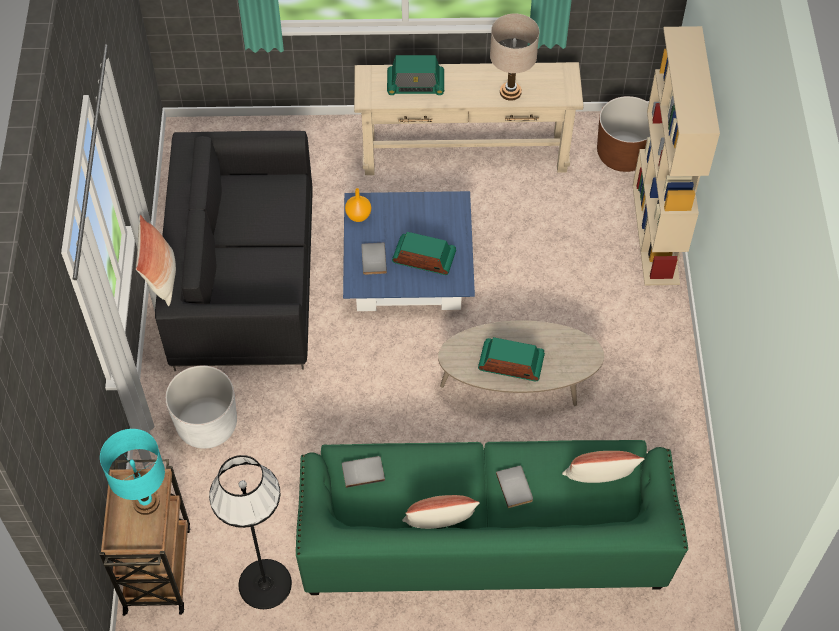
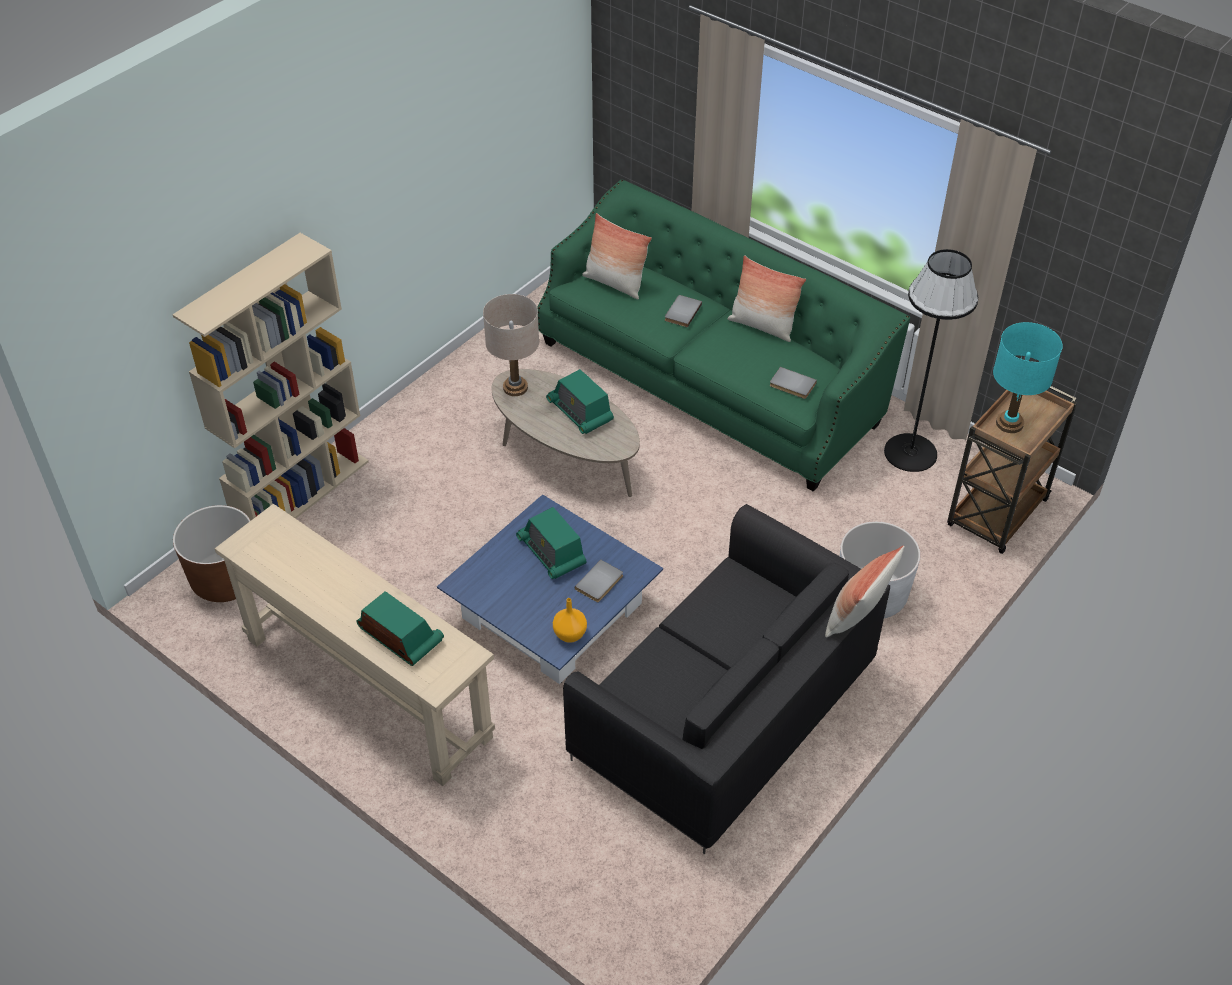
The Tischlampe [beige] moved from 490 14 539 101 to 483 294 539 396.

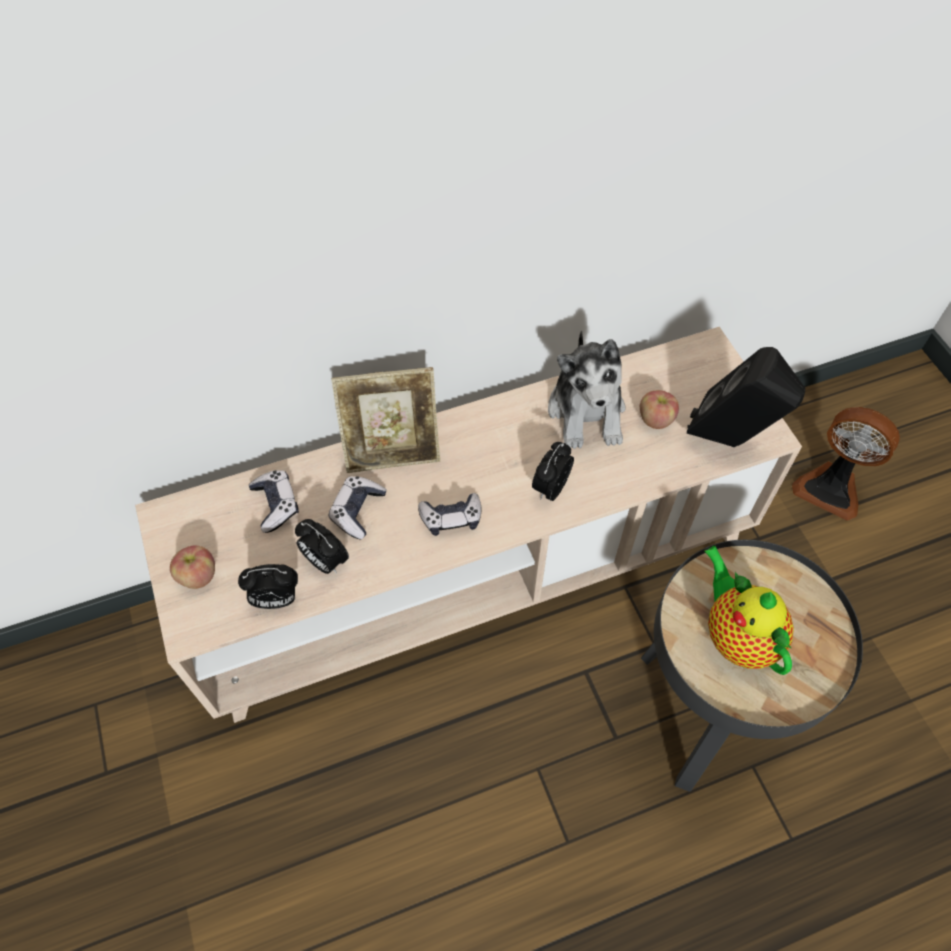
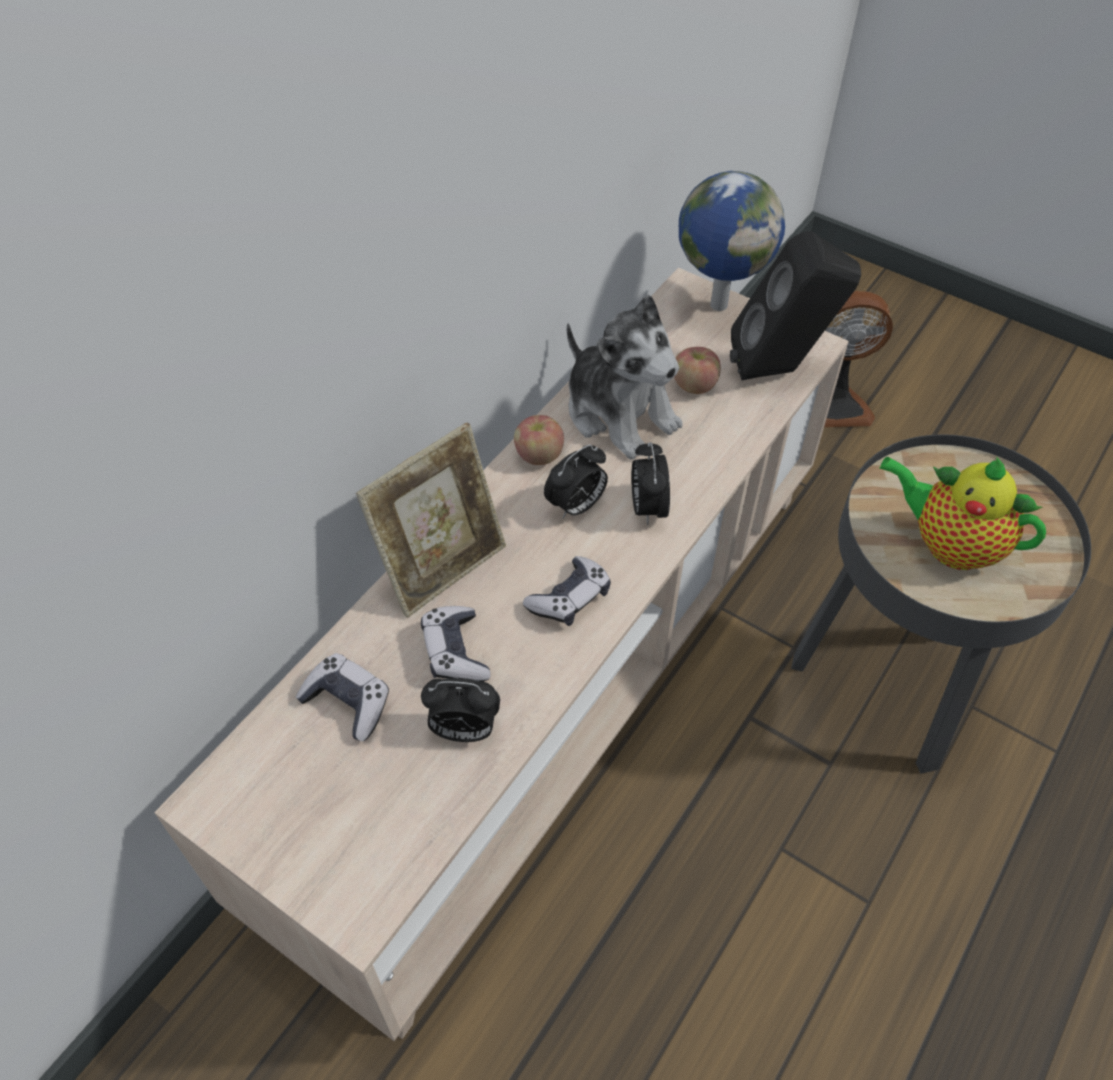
The Apfel moved from 170 546 215 589 to 514 415 564 465. The Wecker moved from 238 564 298 609 to 544 445 608 519. The Globus at 679 171 785 311 appeared.

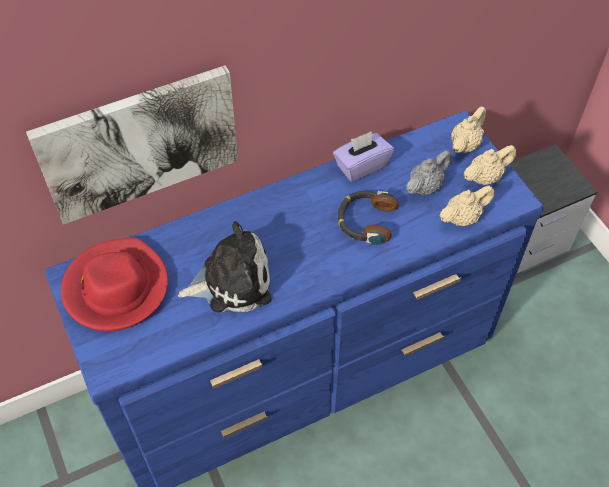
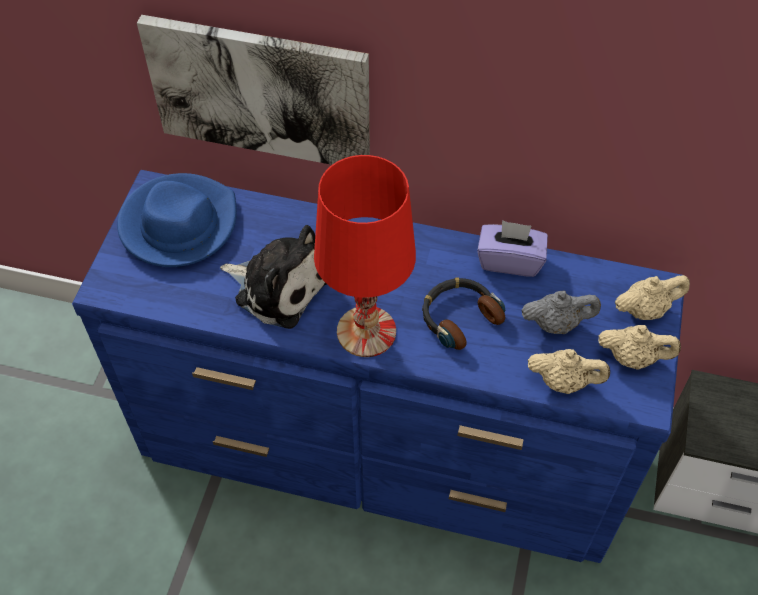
The Hut [rot] at 61 238 168 331 became the Hut [blau] at 117 173 237 267. The Tischlampe [rot] at 314 155 416 357 appeared.

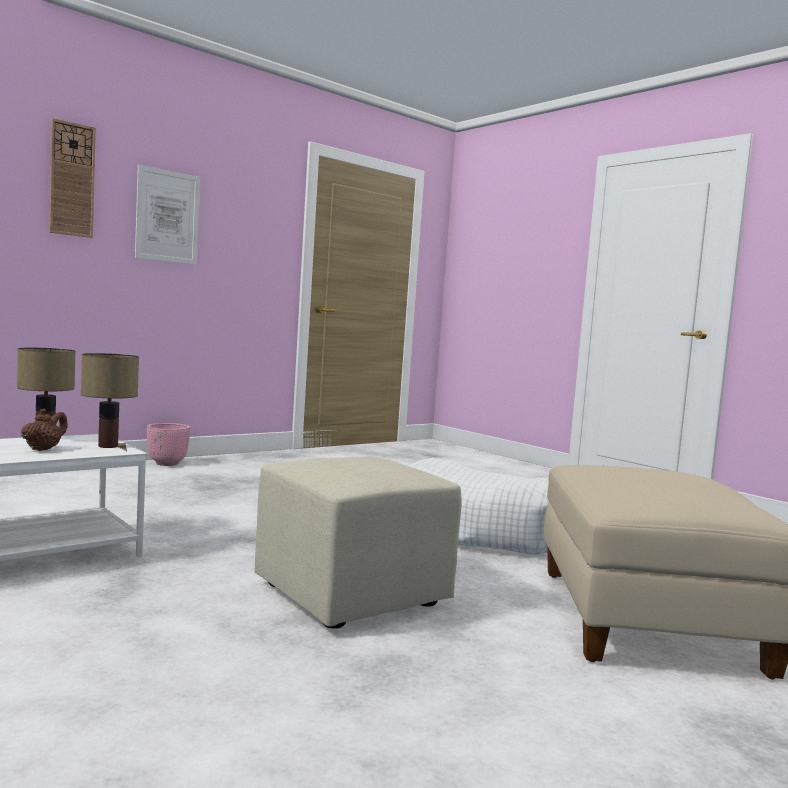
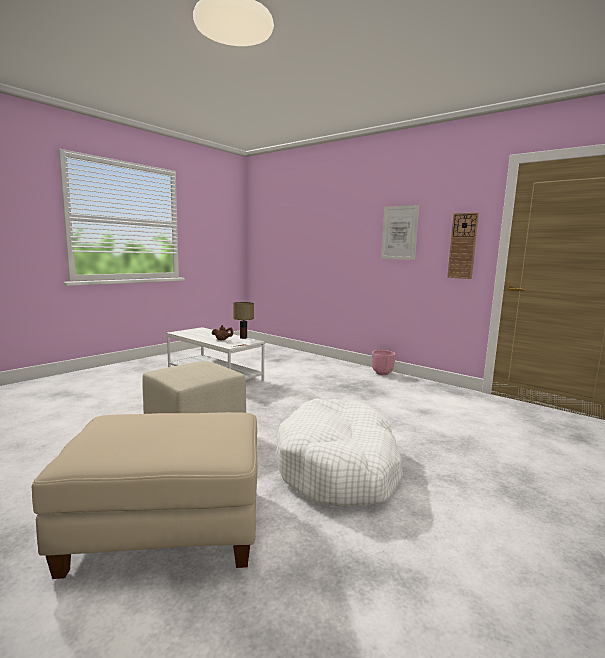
The Wanduhr moved from 49 118 96 238 to 447 213 479 279. The Tischlampe at 81 353 139 448 disappeared.

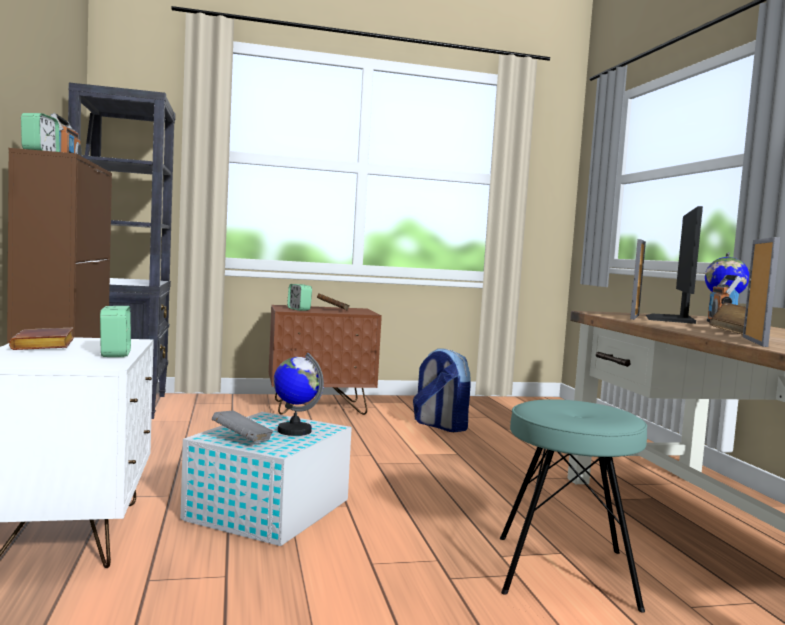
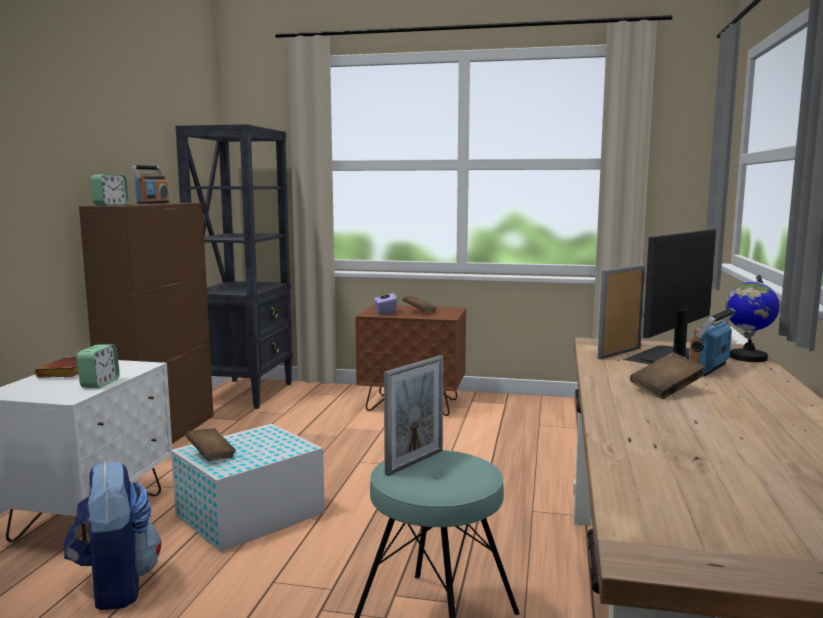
The Bilderrahmen moved from 743 237 780 347 to 384 355 443 476. The Wecker at 287 284 312 311 was replaced by the Taschentuchbox [lila] at 374 290 397 315. The Rucksack moved from 413 348 471 432 to 64 461 161 610. The Globus at 273 352 324 436 disappeared. The Buch [grau] at 212 411 274 442 became the Buch [braun] at 186 428 236 461.

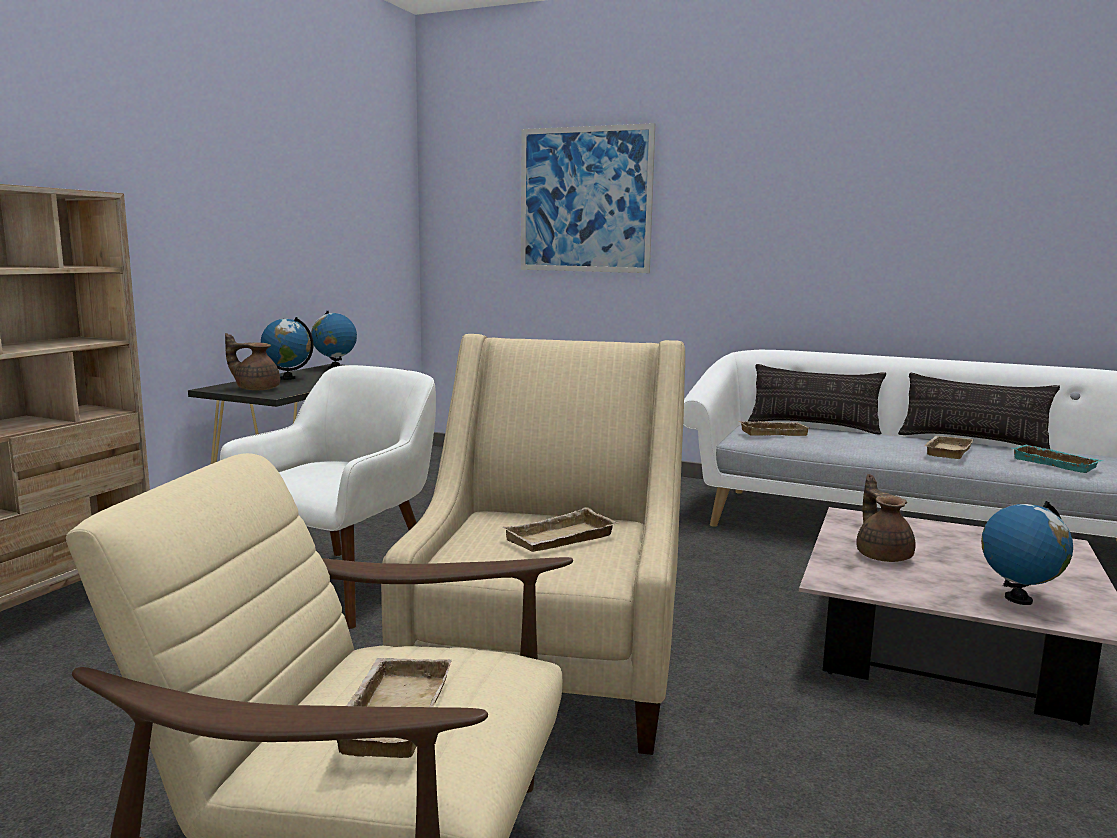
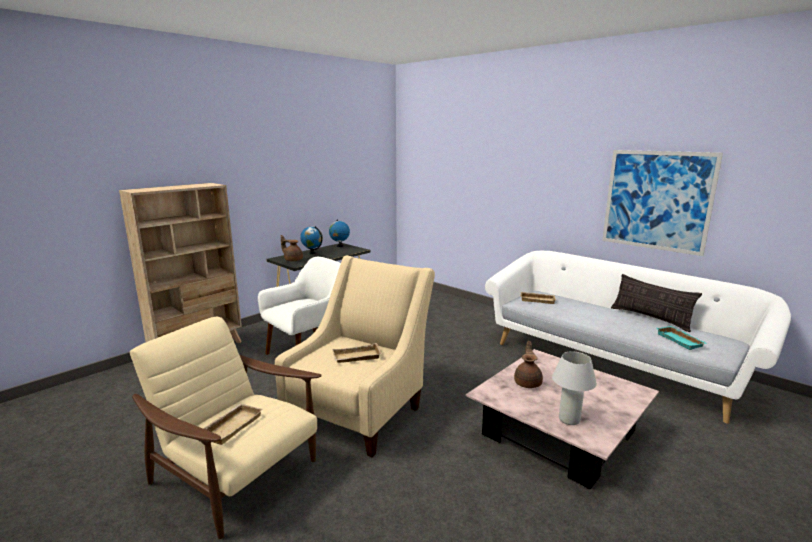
The Bild moved from 521 123 655 273 to 602 150 723 256. The Kissen at 748 364 886 435 disappeared. The Tablett [beige] at 925 436 974 459 disappeared. The Globus at 981 501 1073 605 was replaced by the Tischlampe [weiß] at 552 351 597 425.

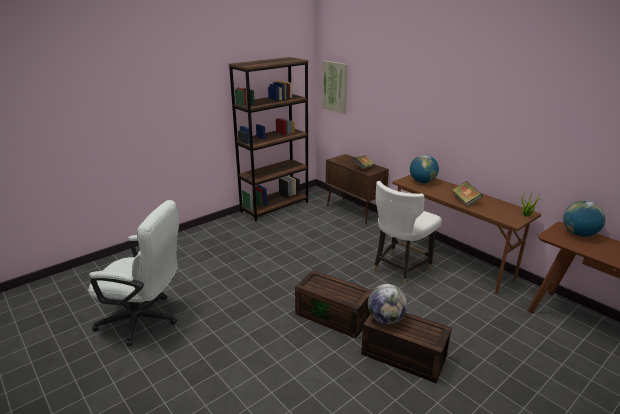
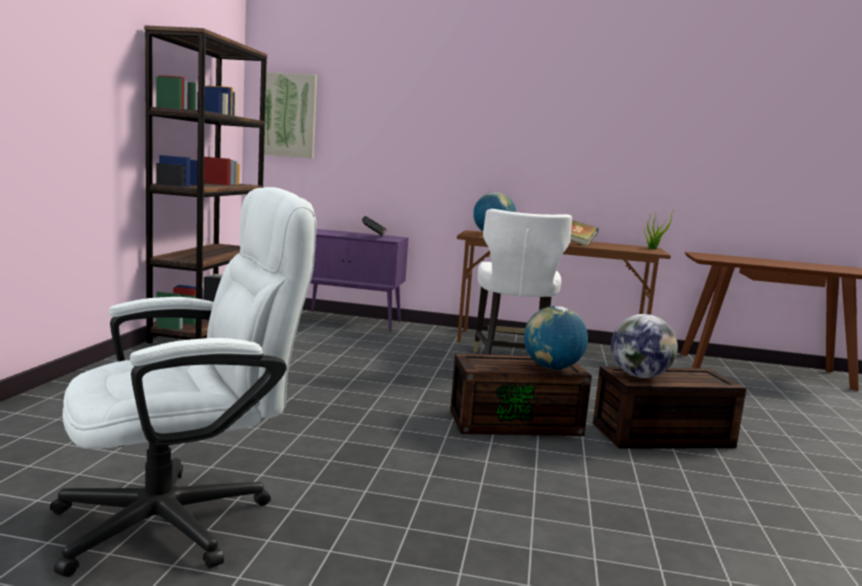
The Schrank [braun] at 326 154 389 225 became the Schrank [lila] at 310 229 408 331. The Globus moved from 563 201 605 237 to 524 306 588 369.

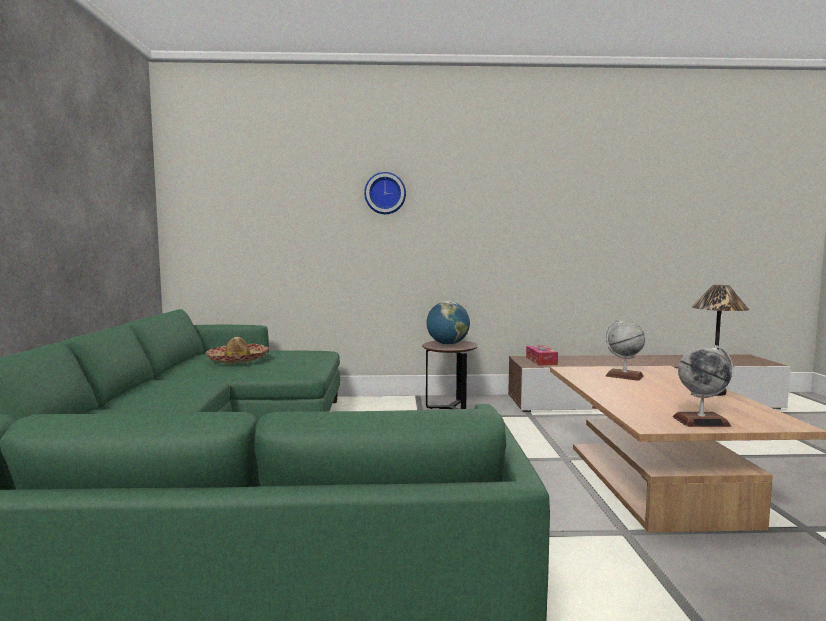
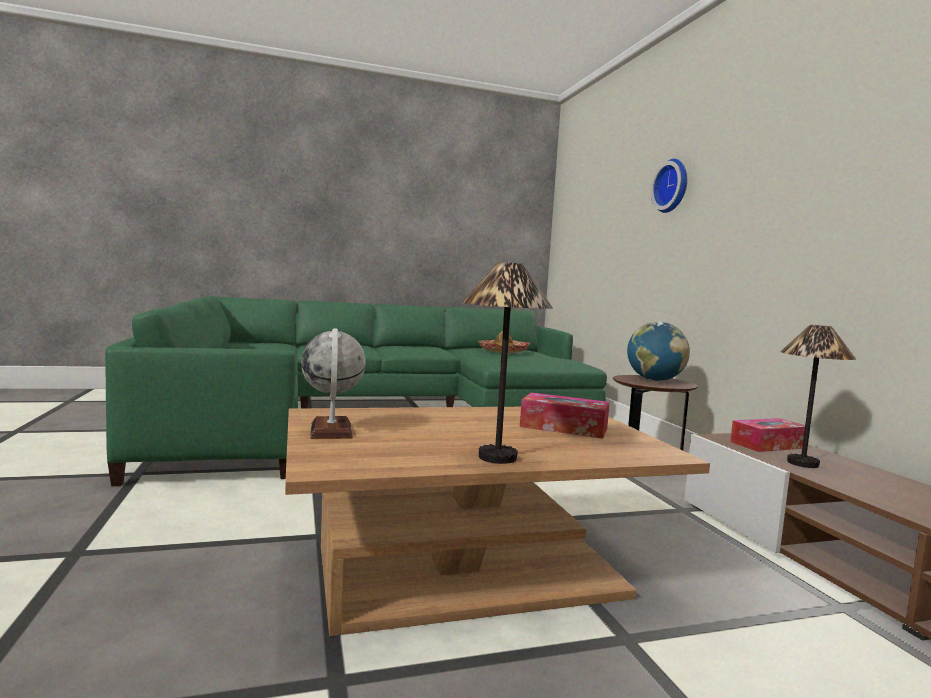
The Globus at 605 319 645 381 was replaced by the Taschentuchbox at 520 392 610 439. The Tischlampe at 780 325 856 468 appeared.

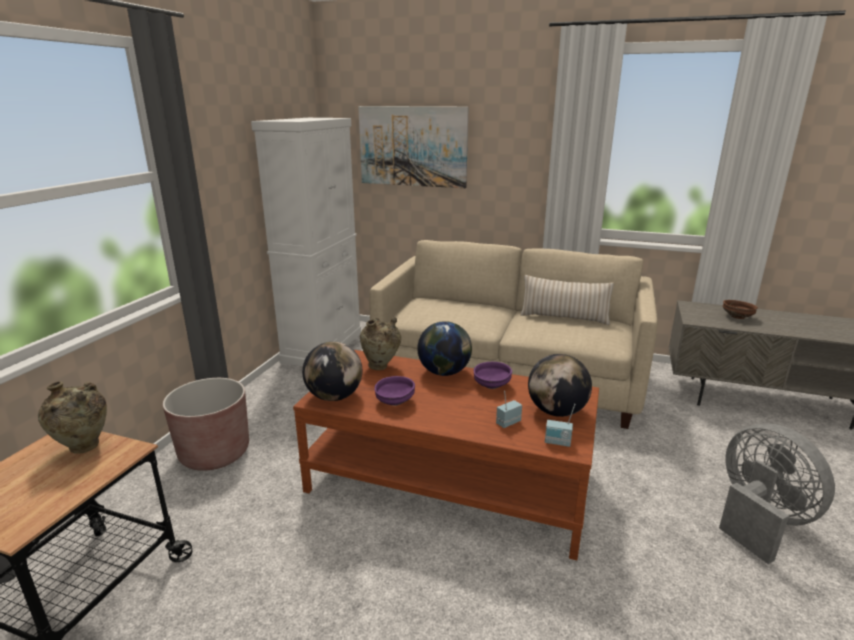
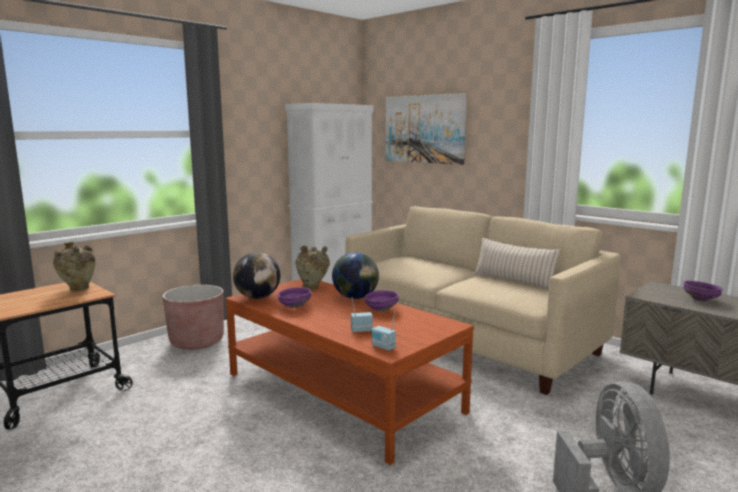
The Schüssel [braun] at 723 300 758 319 became the Schüssel [lila] at 683 281 723 302. The Globus at 528 354 592 417 disappeared.

